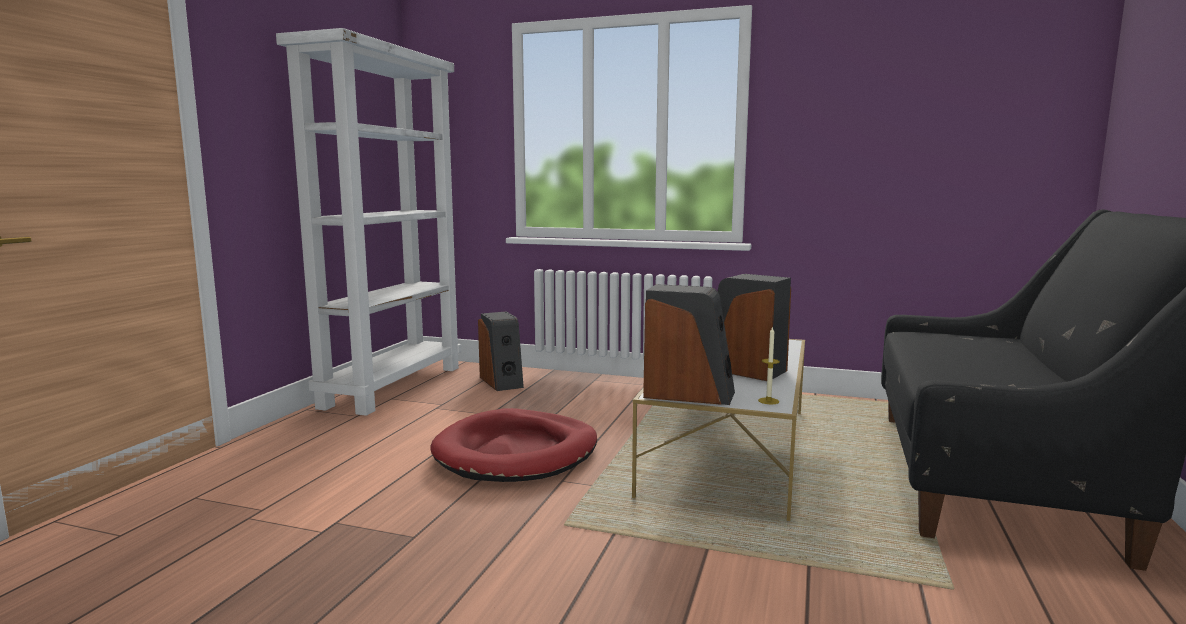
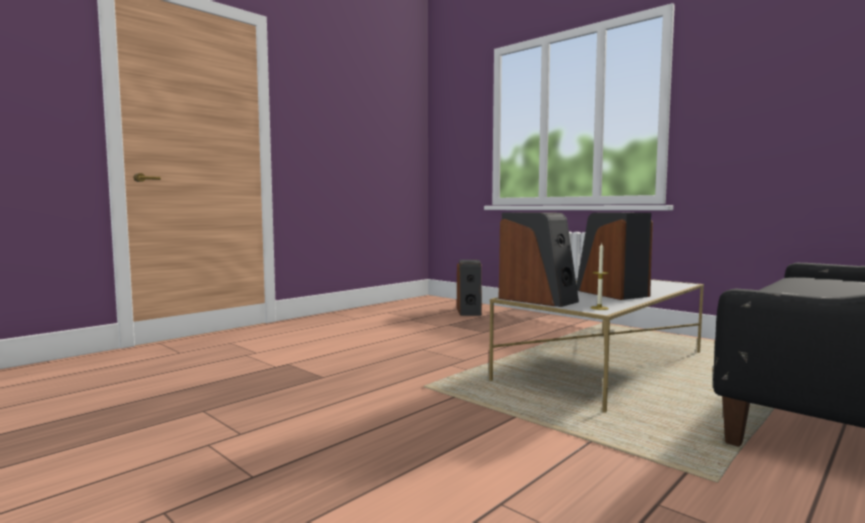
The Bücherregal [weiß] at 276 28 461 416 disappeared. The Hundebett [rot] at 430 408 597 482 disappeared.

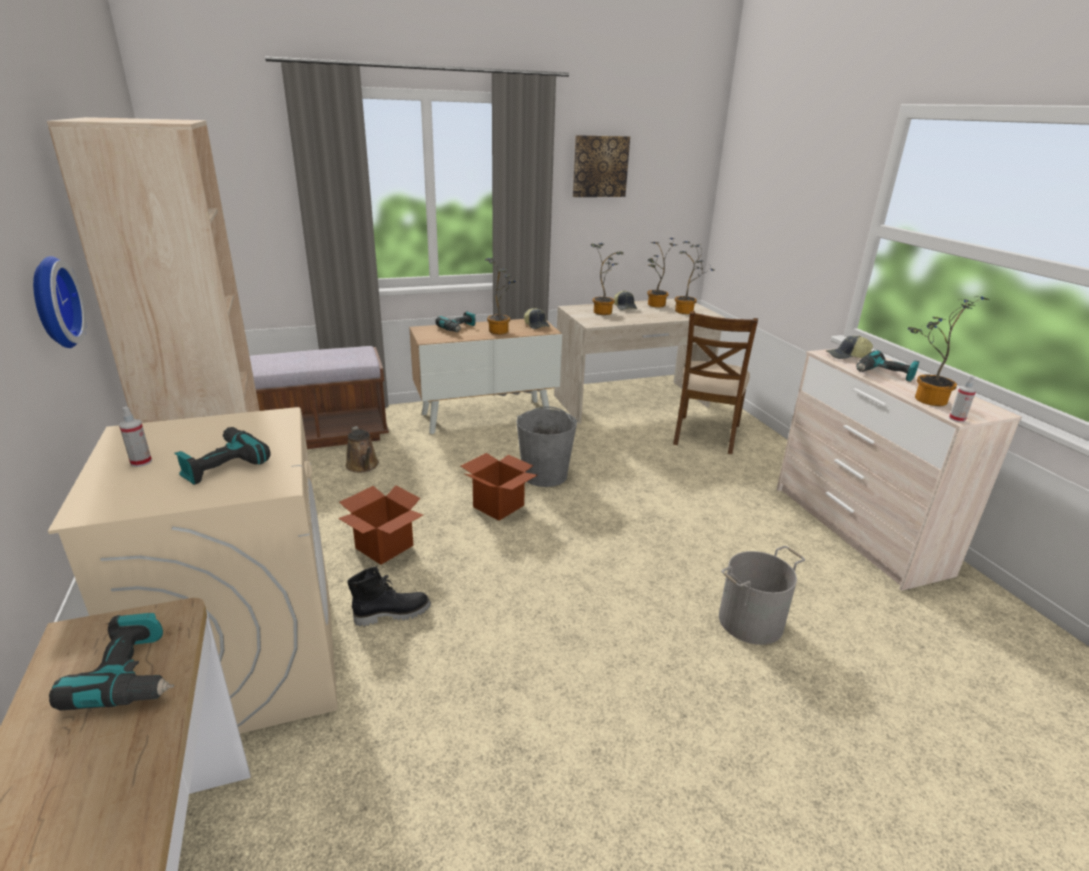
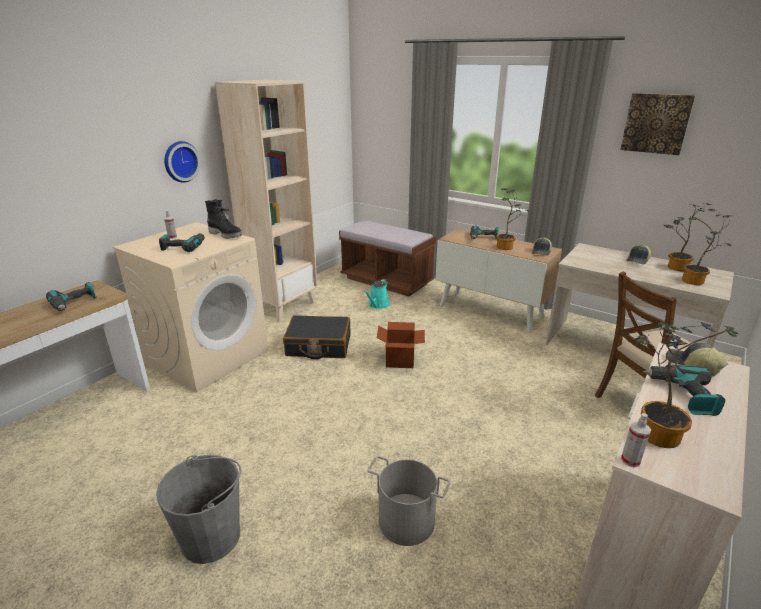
The Topfpflanze at 591 243 623 315 disappeared. The Eimer [grau] moved from 516 407 577 487 to 156 455 241 564. The Gießkanne [braun] at 346 426 379 473 became the Gießkanne [türkis] at 363 279 390 309. The Karton at 338 485 423 565 was replaced by the Koffer [schwarz] at 283 315 351 359. The Stiefel [schwarz] moved from 348 566 431 626 to 205 199 242 239.

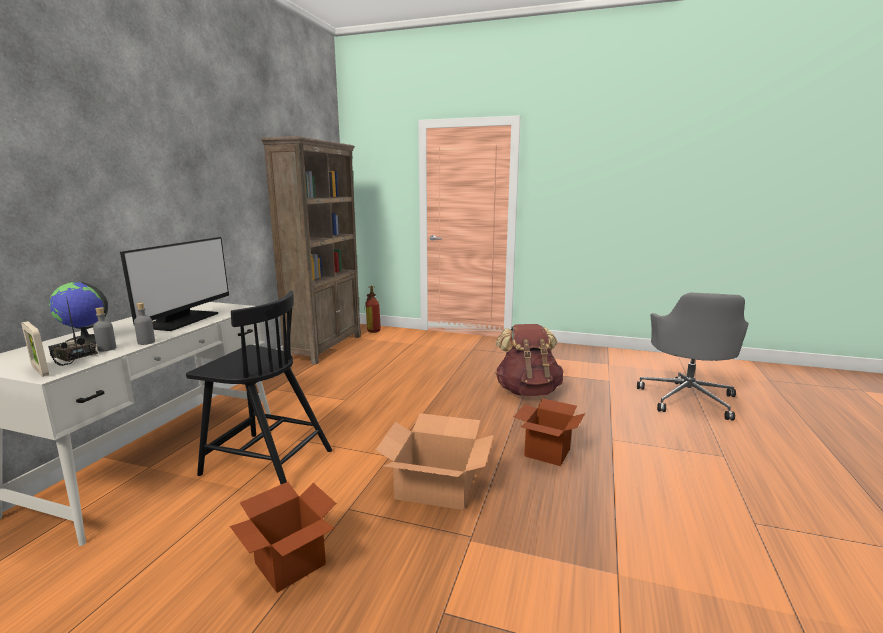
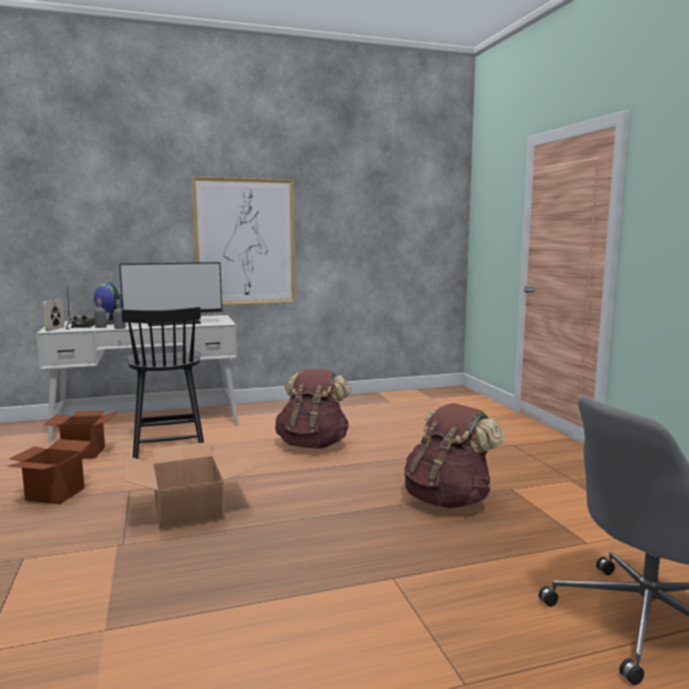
The Bücherregal [braun] at 261 136 361 365 disappeared. The Feuerlöscher at 365 286 381 333 disappeared. The Karton moved from 514 398 585 466 to 43 410 117 459. The Bild at 192 177 295 305 appeared. The Rucksack [braun] at 275 369 351 449 appeared.

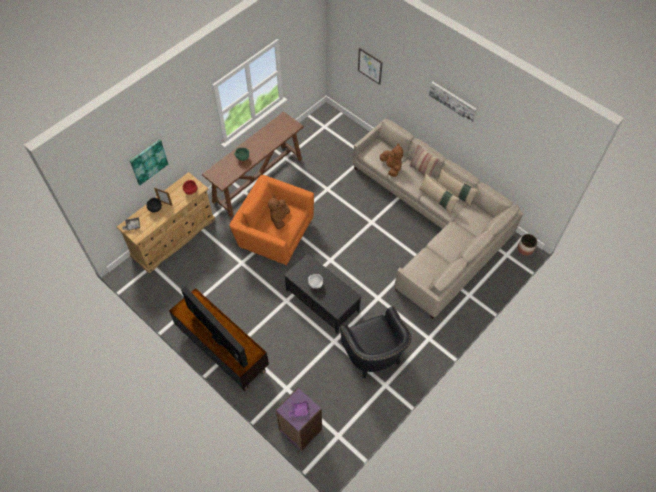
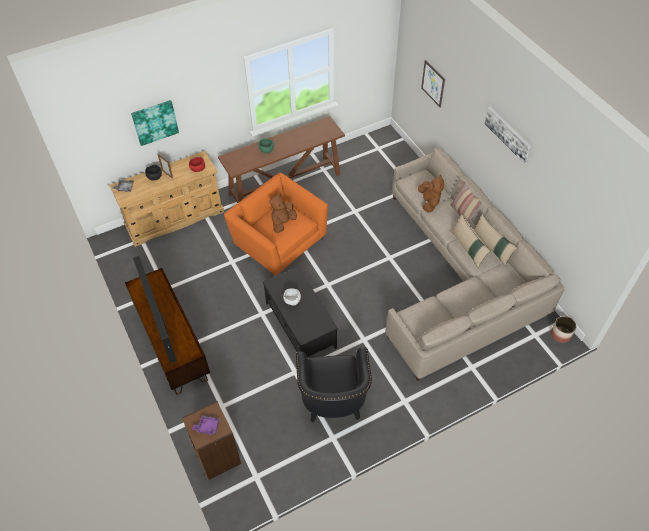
The Bücherregal [lila] at 275 388 322 451 became the Bücherregal [braun] at 182 401 241 480.

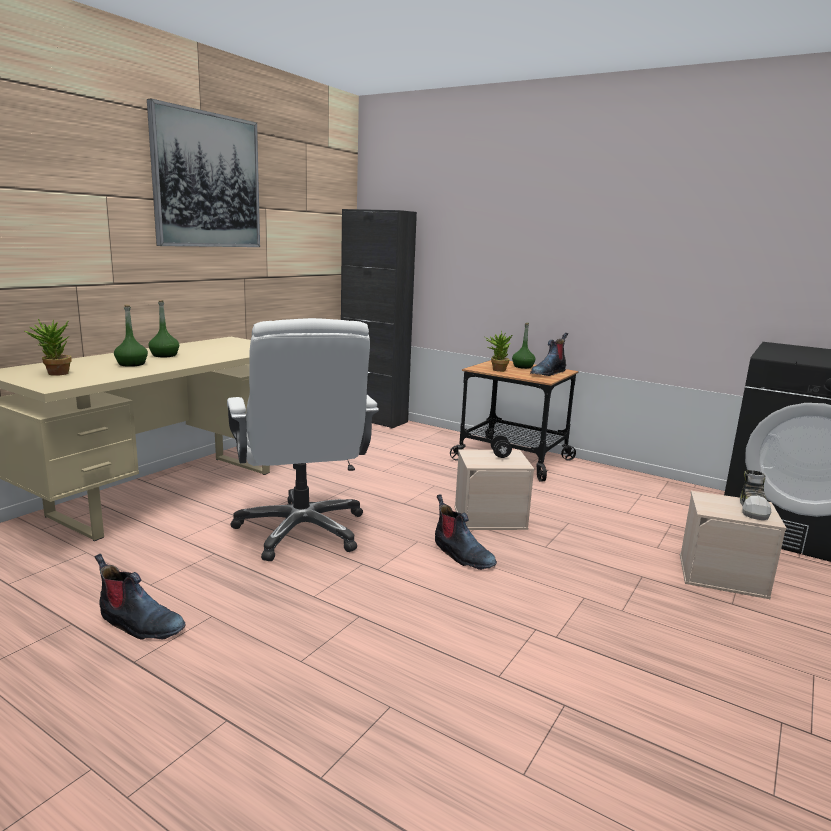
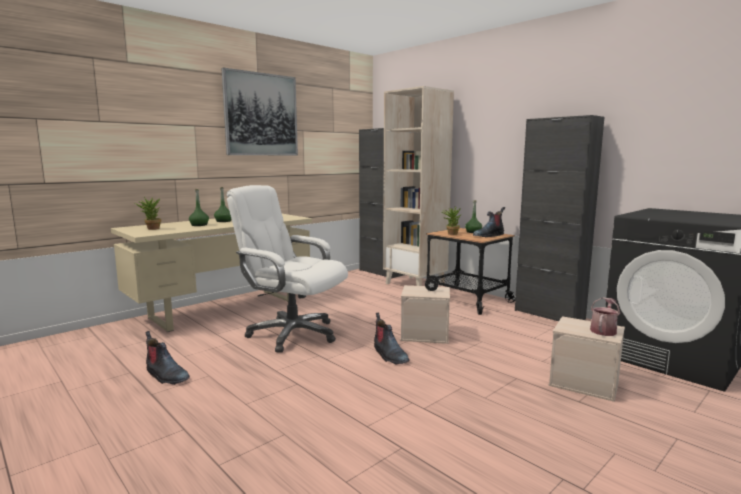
The Bürostuhl [weiß] at 227 318 379 561 turned 120 degrees clockwise. The Schuh at 740 470 771 520 was replaced by the Gießkanne at 590 297 620 336. The Bücherregal [beige] at 383 86 454 286 appeared. The Schrank [schwarz] at 515 115 604 321 appeared.

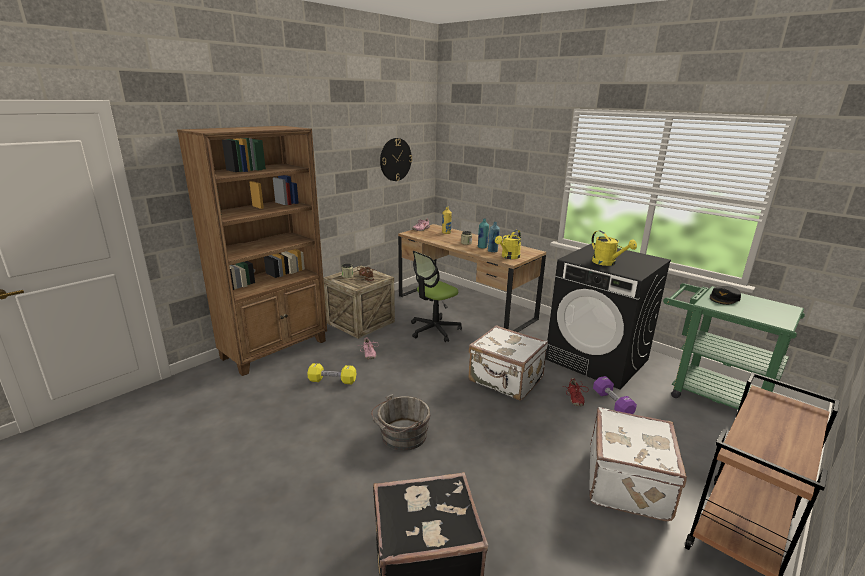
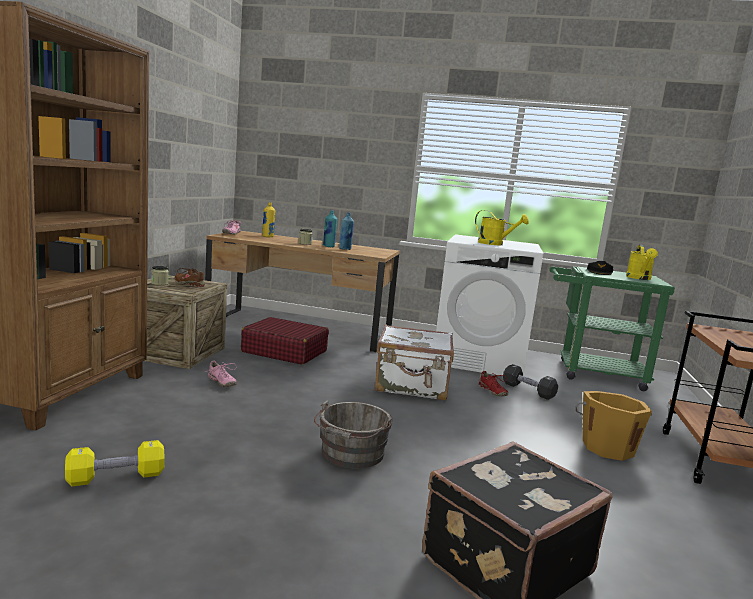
The Wanduhr at 380 138 412 181 disappeared. The Gießkanne [gelb] moved from 495 230 521 259 to 626 245 658 280. The Waschmaschine [schwarz] at 545 243 671 389 became the Waschmaschine [weiß] at 436 234 543 376. The Bürostuhl at 411 251 462 342 was replaced by the Koffer [rot] at 241 317 329 365. The Hantel [gelb] moved from 307 363 356 384 to 65 440 165 486. The Hantel [lila] at 593 376 637 414 became the Hantel [schwarz] at 503 364 558 400. The Koffer [weiß] at 590 407 687 521 was replaced by the Eimer [orange] at 576 391 652 461.

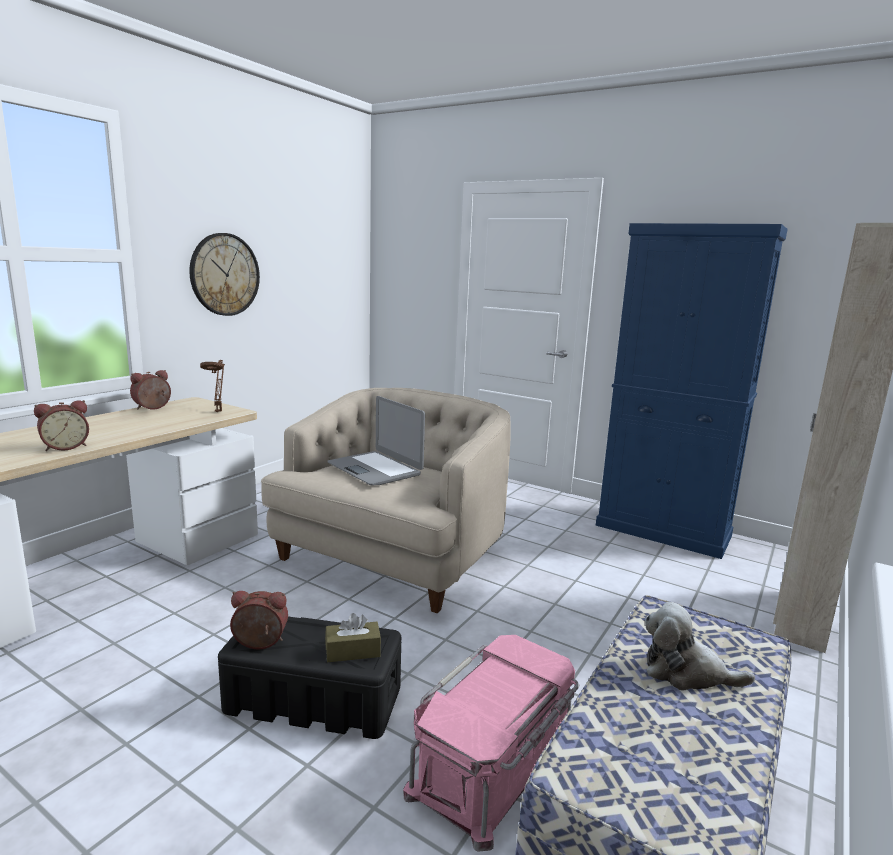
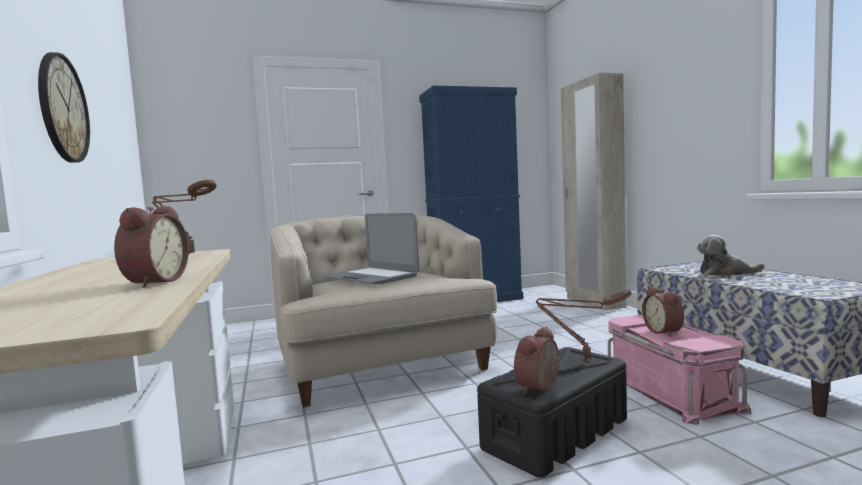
The Wecker moved from 130 370 171 410 to 642 286 684 337. The Laptop at 327 396 425 485 turned 45 degrees clockwise. The Plüschtier at 645 602 755 690 turned 45 degrees clockwise. The Taschentuchbox [braun] at 325 613 381 662 was replaced by the Tischlampe [braun] at 536 289 632 363.

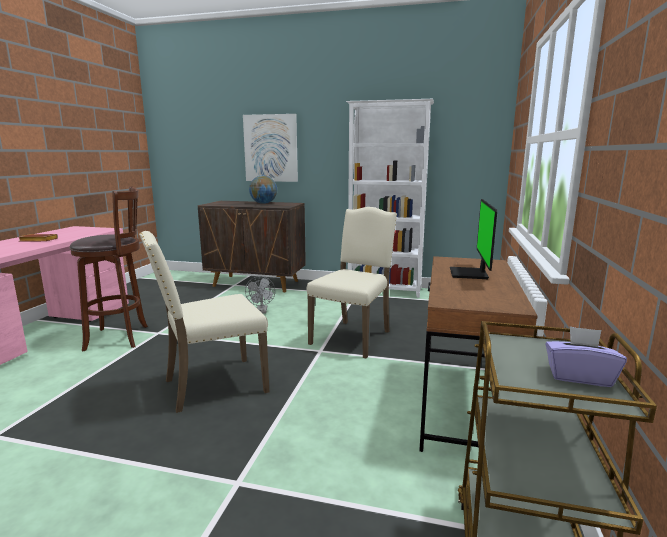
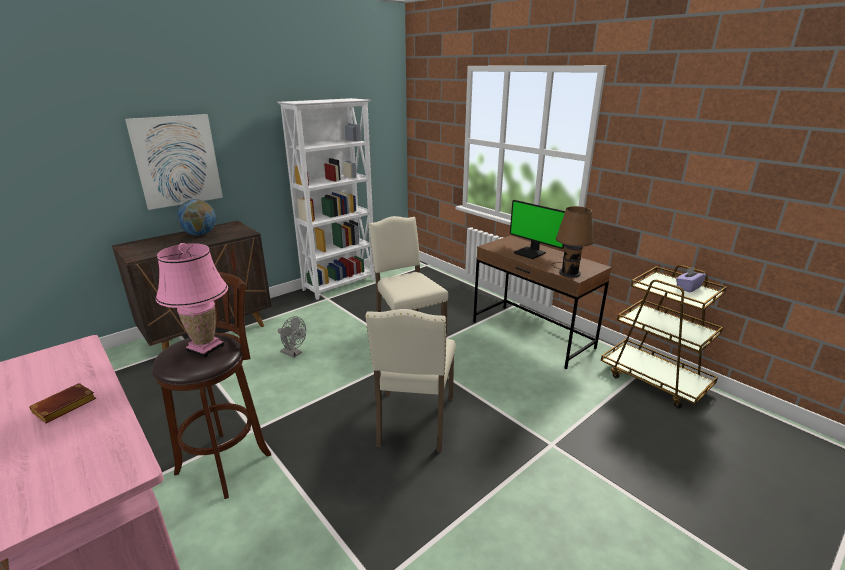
The Tischlampe [braun] at 551 206 594 278 appeared. The Tischlampe [rosa] at 156 243 228 358 appeared.

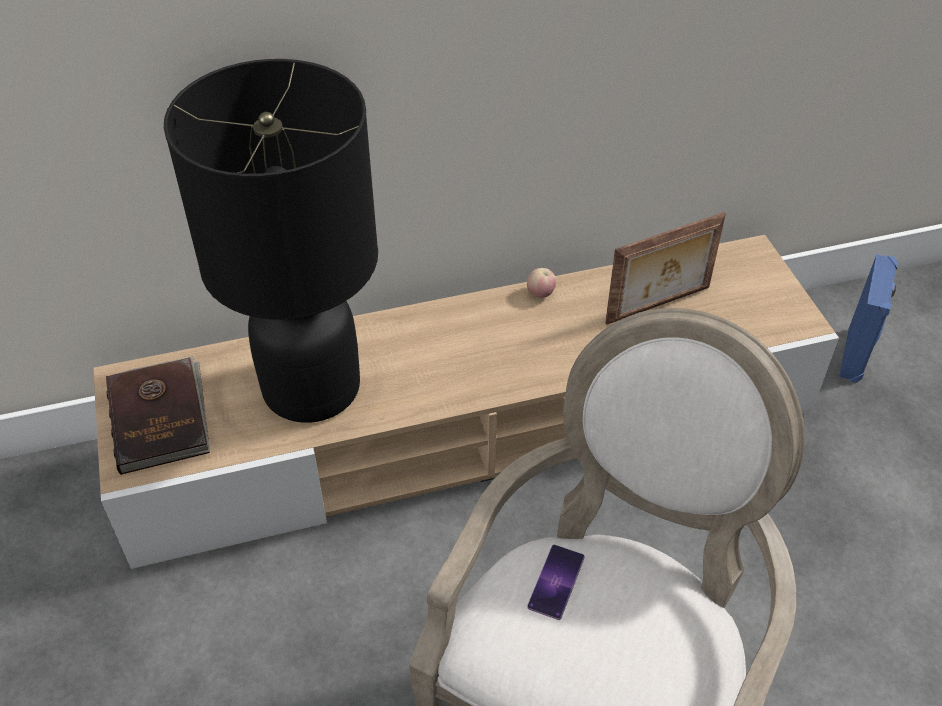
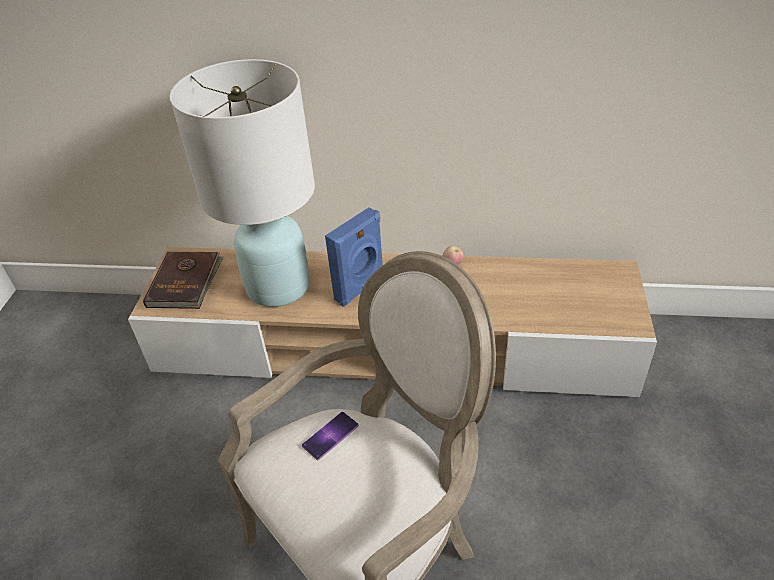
The Tischlampe [schwarz] at 164 59 378 423 became the Tischlampe [weiß] at 170 59 315 307. The Bilderrahmen at 605 212 726 325 disappeared. The Lautsprecher [blau] moved from 839 254 898 383 to 325 207 383 307.

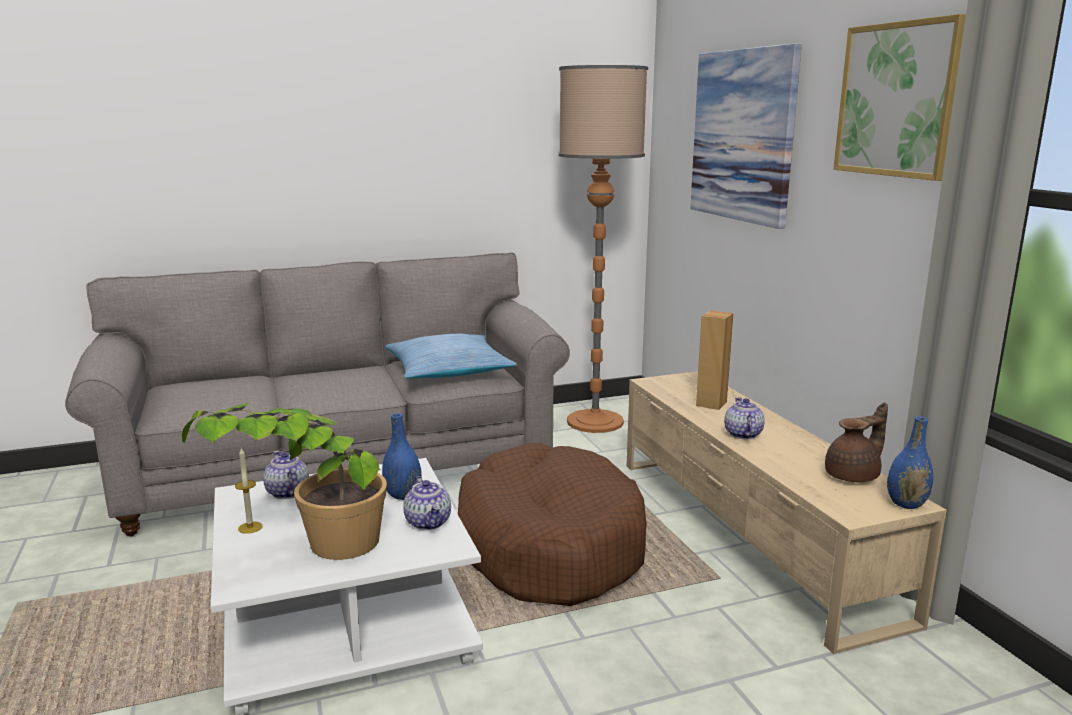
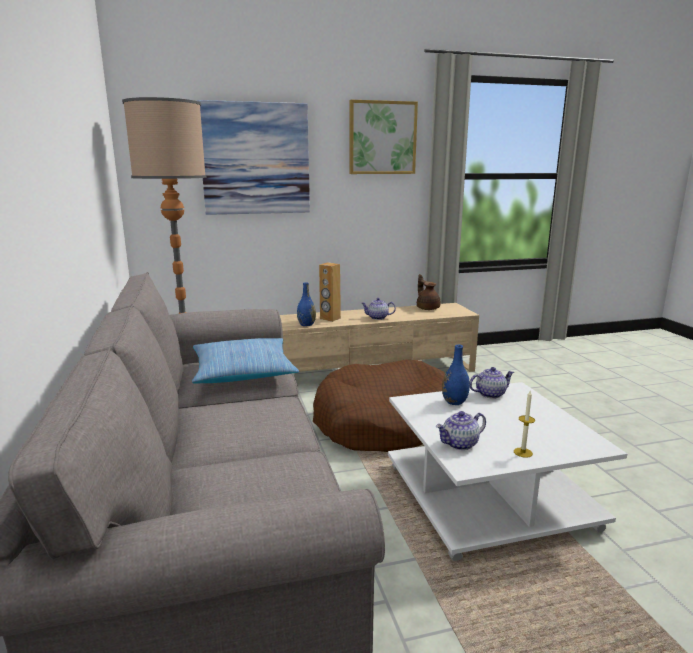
The Topfpflanze at 182 403 387 560 disappeared. The Vase [blau] moved from 887 416 933 509 to 297 282 316 326.

